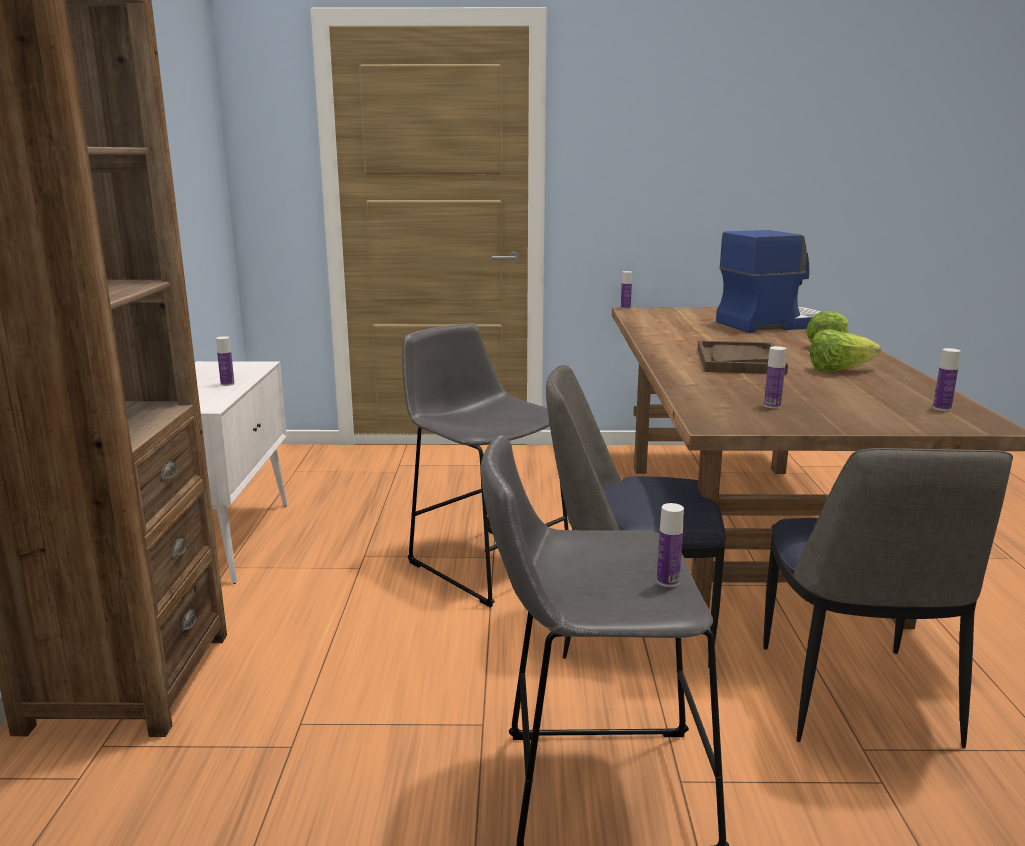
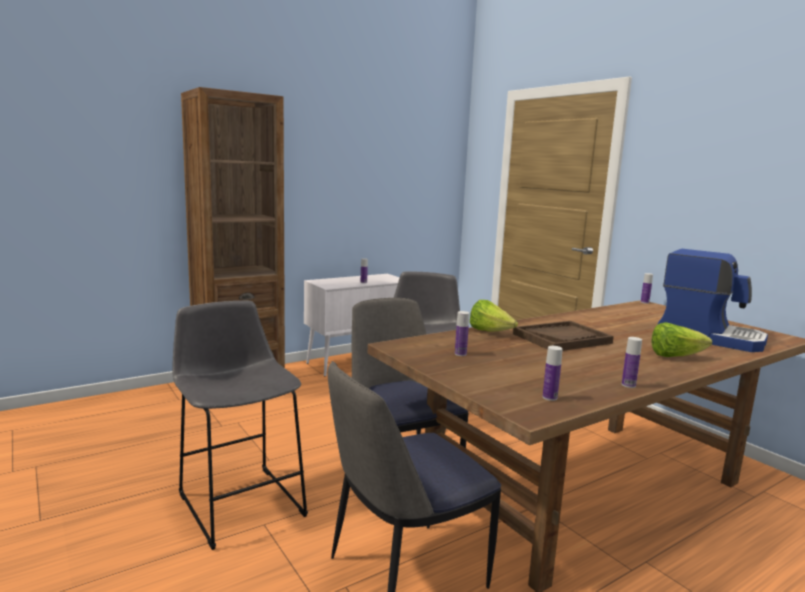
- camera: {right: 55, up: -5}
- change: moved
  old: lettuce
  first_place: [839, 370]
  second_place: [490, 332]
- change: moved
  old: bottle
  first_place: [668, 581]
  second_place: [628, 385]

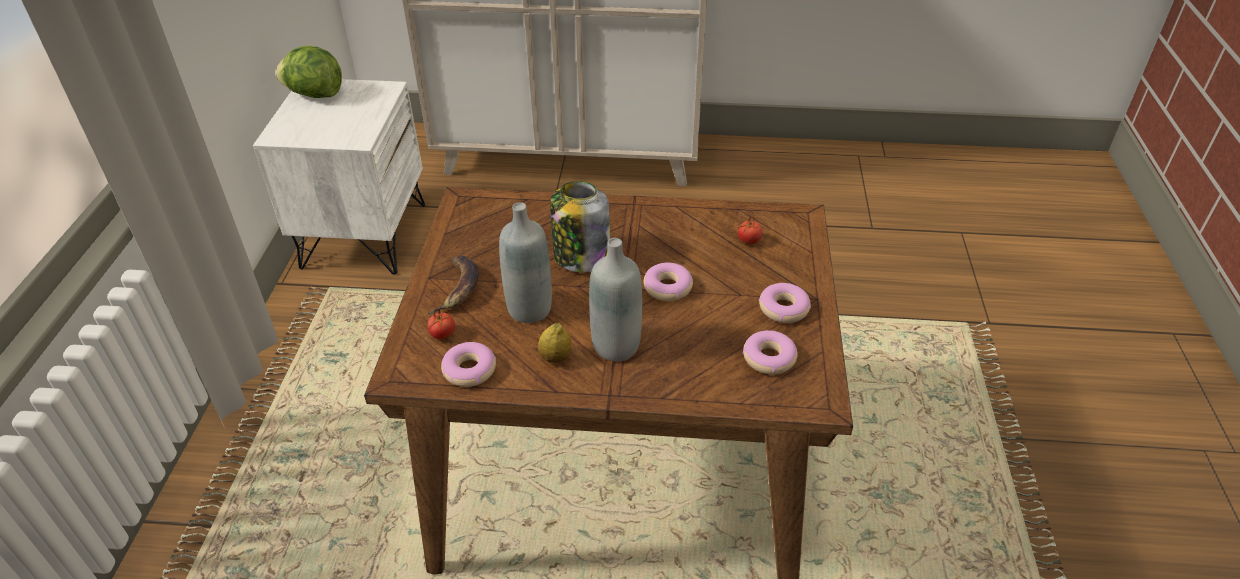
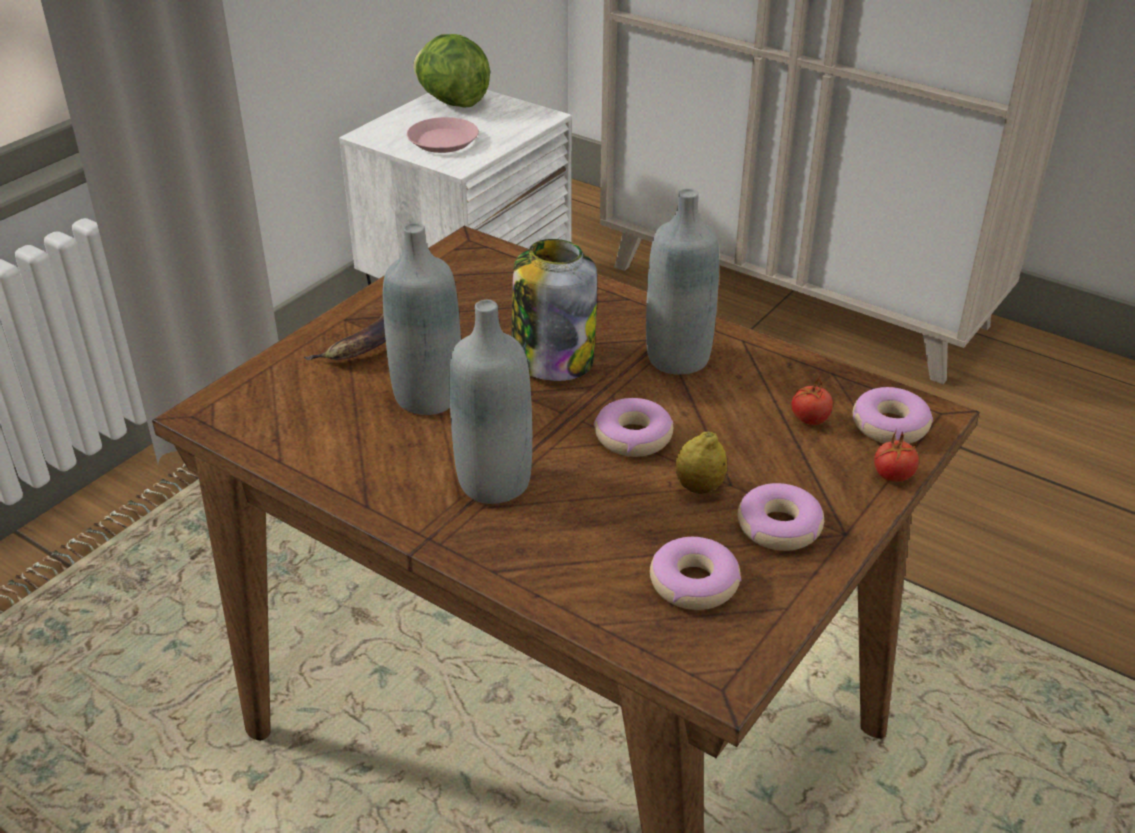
- camera: {right: 30, up: -5}
- change: added
  new: plate (pink)
  second_place: [443, 141]
- change: added
  new: bottle (grey)
  second_place: [678, 358]
- change: moved
  old: lemon
  first_place: [555, 358]
  second_place: [699, 487]
- change: moved
  old: donut
  first_place: [469, 370]
  second_place: [889, 426]
- change: moved
  old: tomato
  first_place: [442, 335]
  second_place: [892, 476]

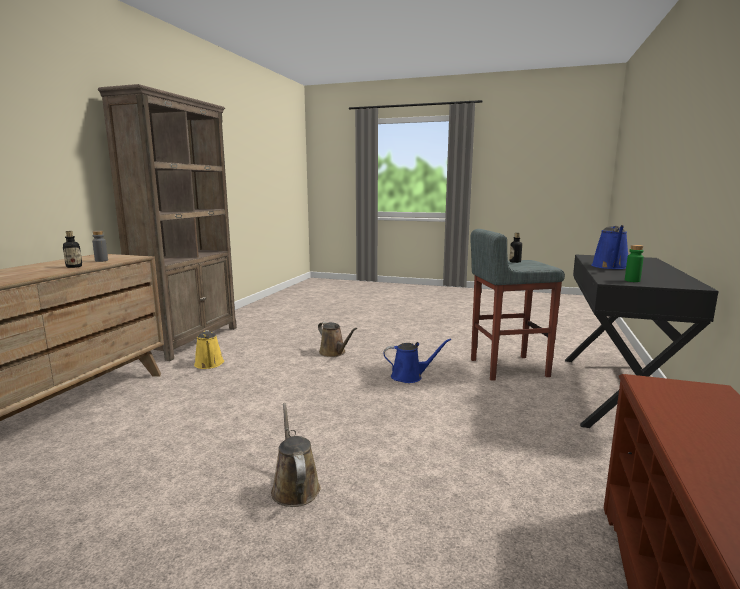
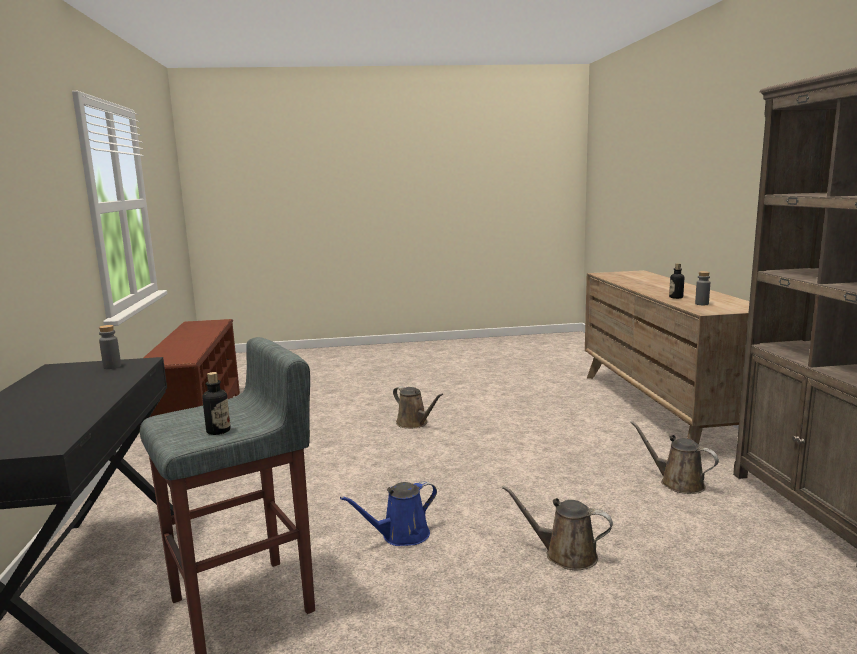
- camera: {right: 155, up: 0}
- change: recoloured
  old: bottle (green)
  new: bottle (grey)
  first_place: [632, 280]
  second_place: [112, 367]
- change: recoloured
  old: watering can (yellow)
  new: watering can (brown)
  first_place: [209, 364]
  second_place: [677, 483]
- change: removed
  old: watering can (blue)
  first_place: [610, 267]

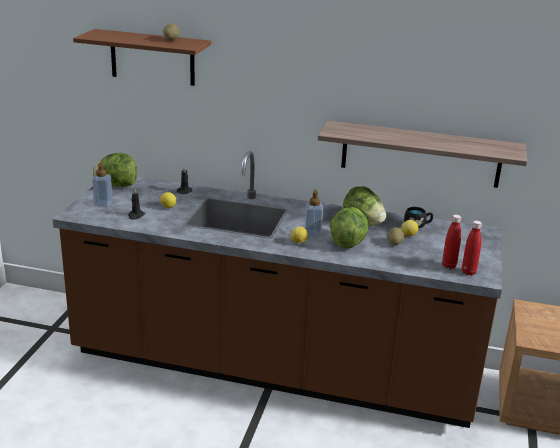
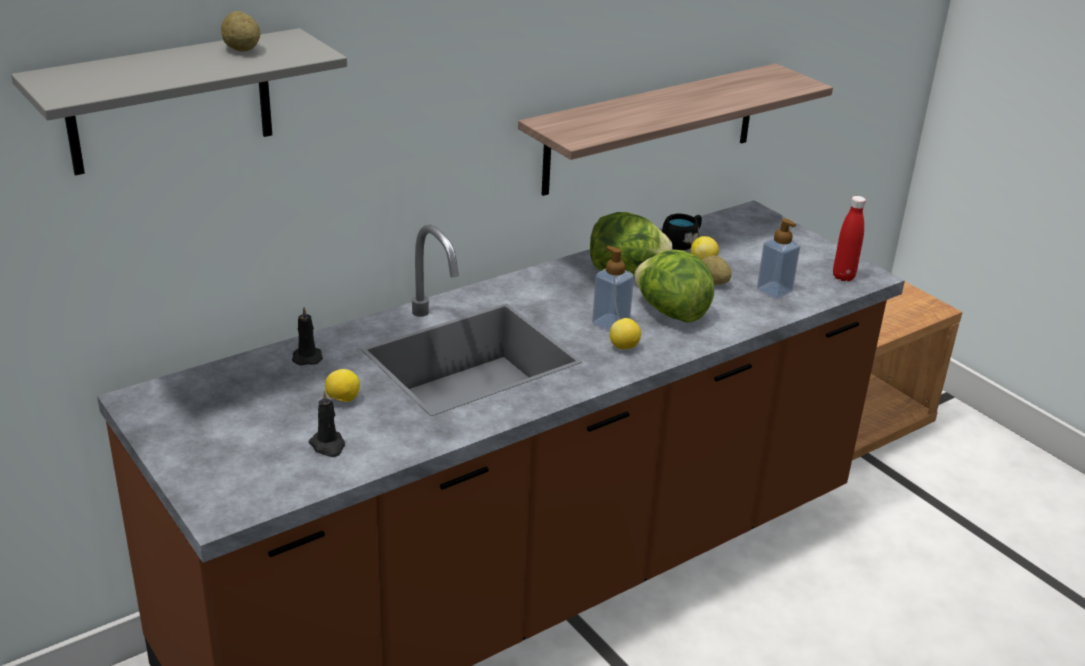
- camera: {right: -50, up: 5}
- change: recoloured
  old: shelf (brown)
  new: shelf (grey)
  first_place: [152, 57]
  second_place: [170, 102]
- change: moved
  old: soap dispenser
  first_place: [103, 204]
  second_place: [774, 291]
- change: removed
  old: lettuce
  first_place: [116, 185]
- change: removed
  old: bottle (red)
  first_place: [449, 266]

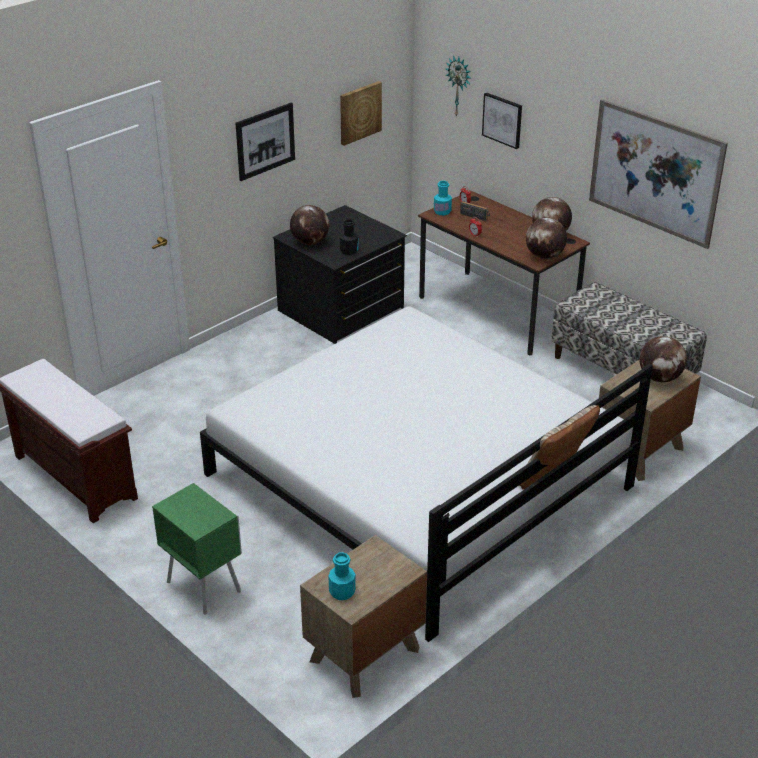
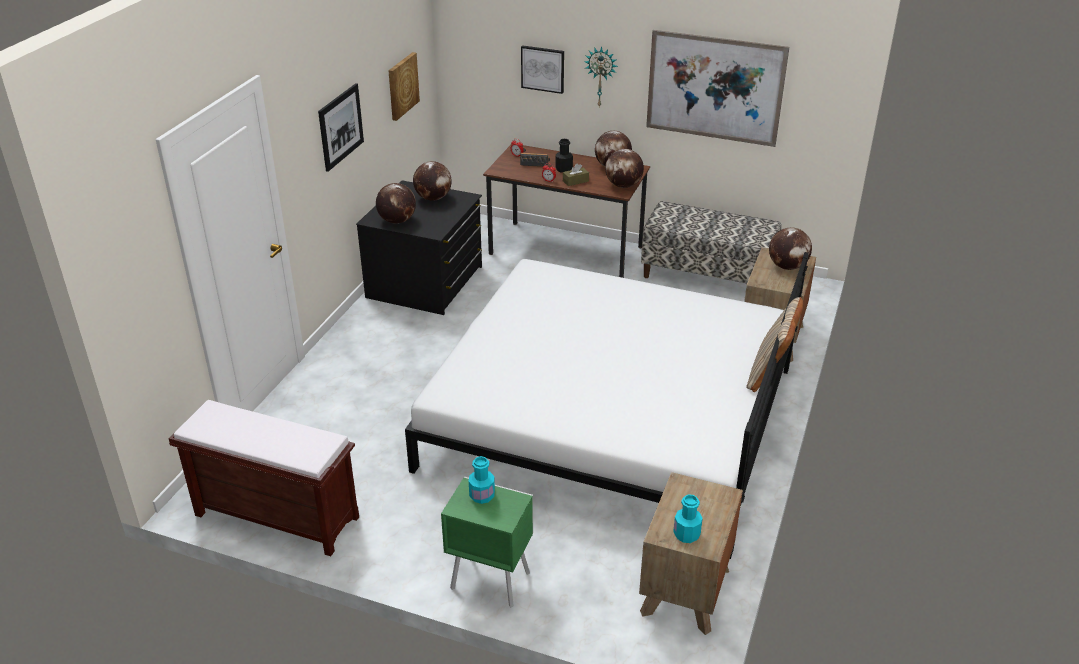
- camera: {right: -25, up: 0}
- change: added
  new: globe
  second_place: [433, 198]
- change: moved
  old: bottle (turquoise)
  first_place: [442, 211]
  second_place: [482, 495]
- change: moved
  old: bottle (black)
  first_place: [349, 251]
  second_place: [564, 169]
- change: added
  new: tissue box (brown)
  second_place: [575, 181]
- change: moved
  old: wall clock
  first_place: [459, 86]
  second_place: [601, 76]

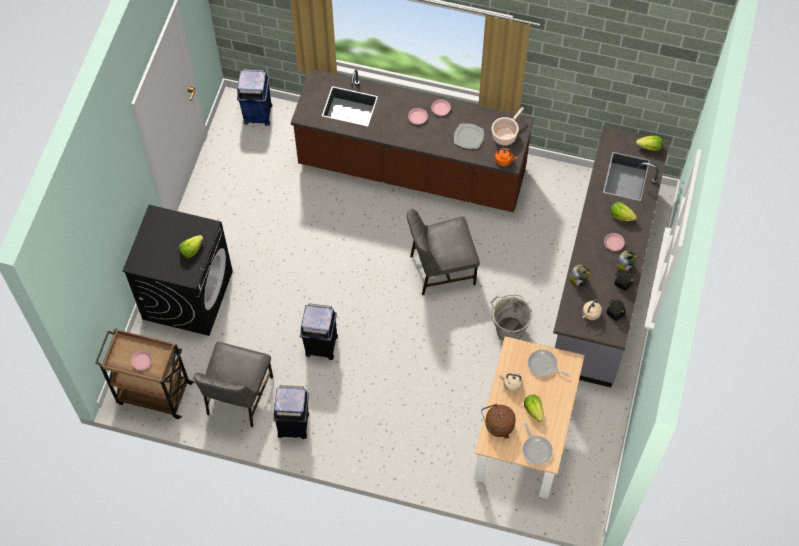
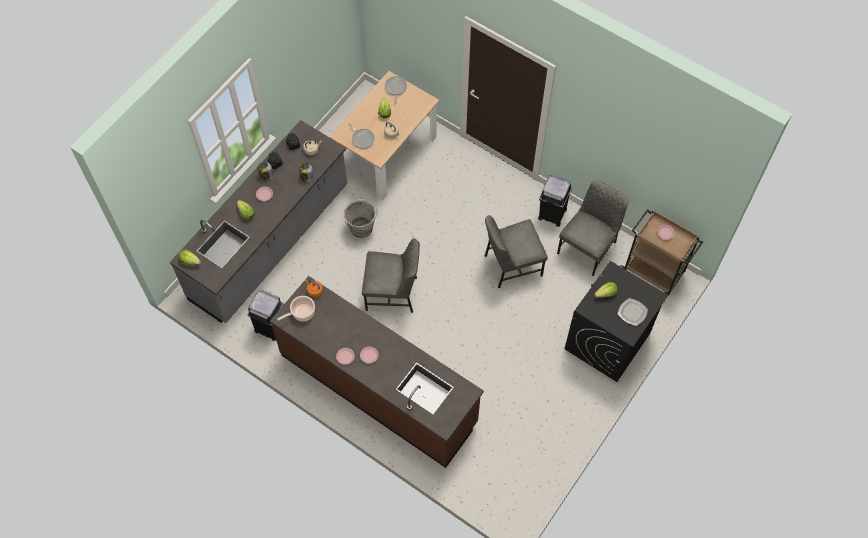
- camera: {right: -160, up: 0}
- change: moved
  old: trash can (blue)
  first_place: [257, 114]
  second_place: [271, 327]
- change: replaced
  old: trash can (black)
  new: chair (grey)
  first_place: [321, 345]
  second_place: [511, 265]
- change: moved
  old: plate
  first_place: [468, 136]
  second_place: [632, 313]
- change: removed
  old: kettle (brown)
  first_place: [497, 426]

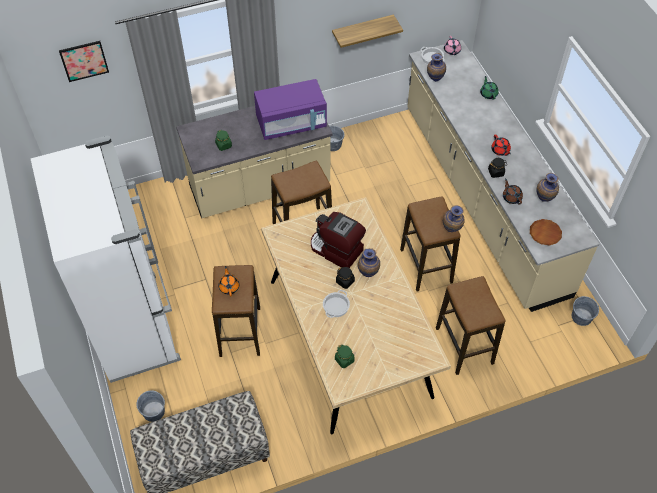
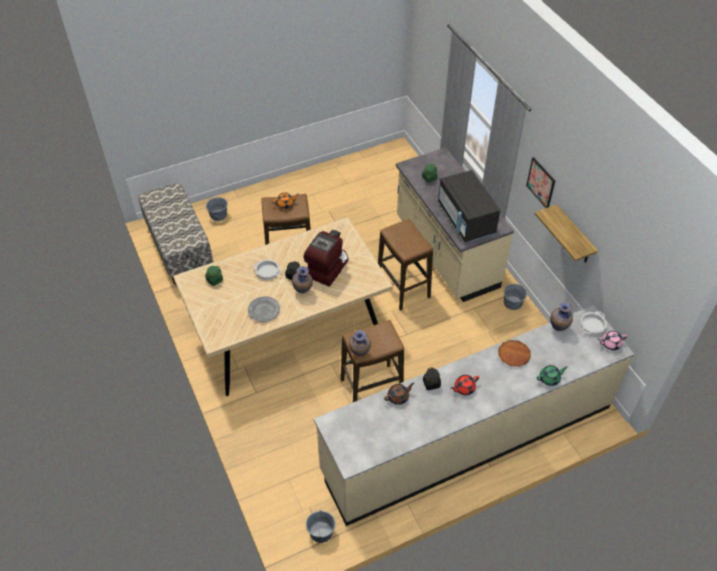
- camera: {right: 85, up: -5}
- change: added
  new: plate (grey)
  second_place: [264, 311]
- change: recoloured
  old: microwave (purple)
  new: microwave (black)
  first_place: [291, 123]
  second_place: [466, 220]
- change: moved
  old: plate (brown)
  first_place: [545, 233]
  second_place: [514, 354]
- change: moved
  old: picture
  first_place: [84, 61]
  second_place: [541, 183]
- change: removed
  old: fridge (white)
  first_place: [135, 325]
- change: removed
  old: stool
  first_place: [464, 346]
- change: removed
  old: vase
  first_place: [544, 199]

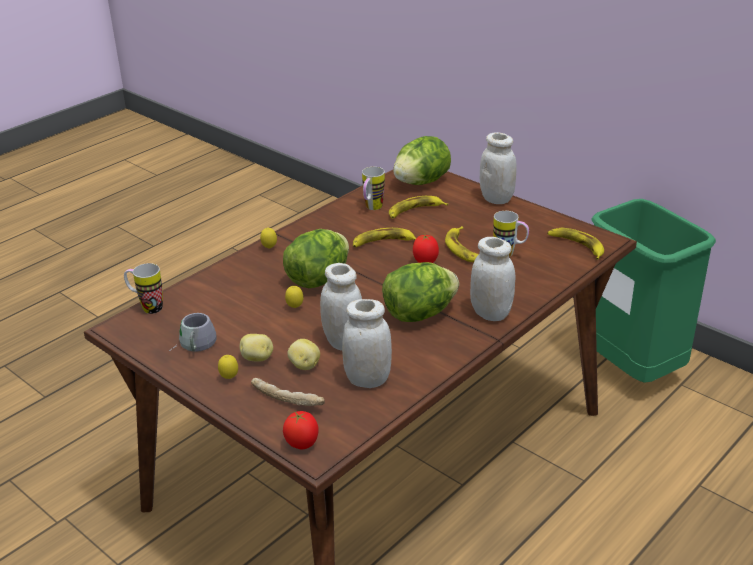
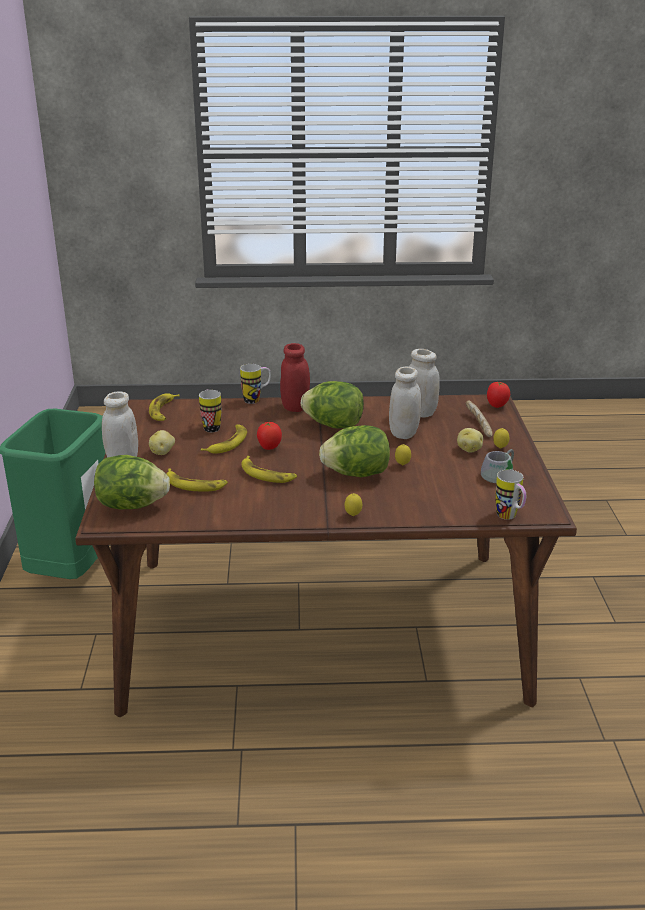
- camera: {right: -135, up: -5}
- change: moved
  old: potato
  first_place: [304, 366]
  second_place: [162, 452]
- change: moved
  old: mug
  first_place: [372, 209]
  second_place: [256, 400]
- change: recoloured
  old: jar (white)
  new: jar (red)
  first_place: [490, 313]
  second_place: [295, 407]

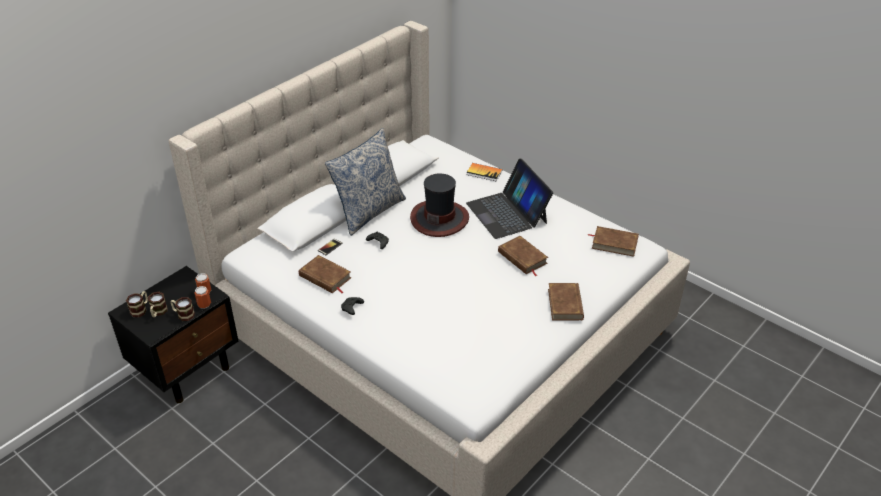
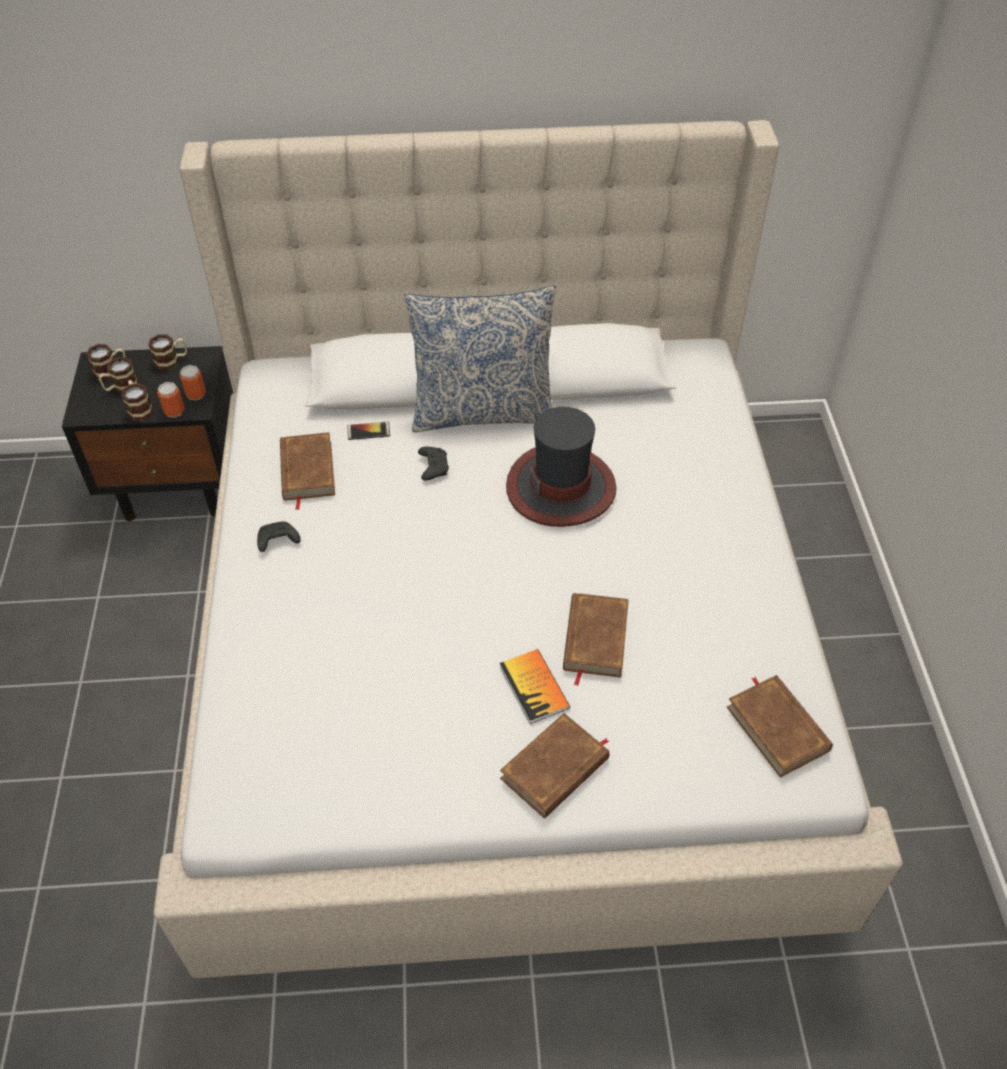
- camera: {right: 45, up: 10}
- change: added
  new: mug
  second_place: [172, 361]
- change: moved
  old: book
  first_place: [484, 173]
  second_place: [534, 687]
- change: removed
  old: laptop
  first_place: [507, 213]

